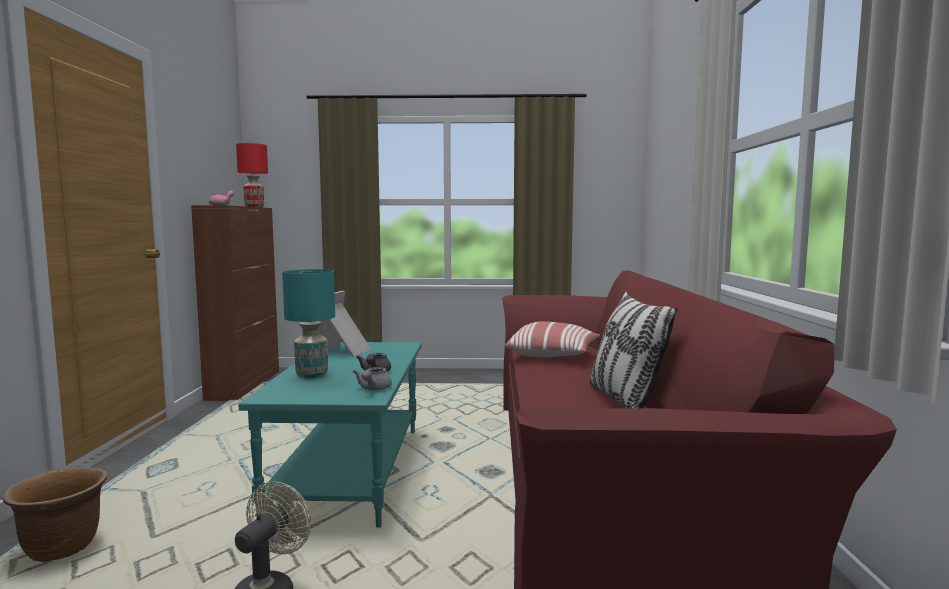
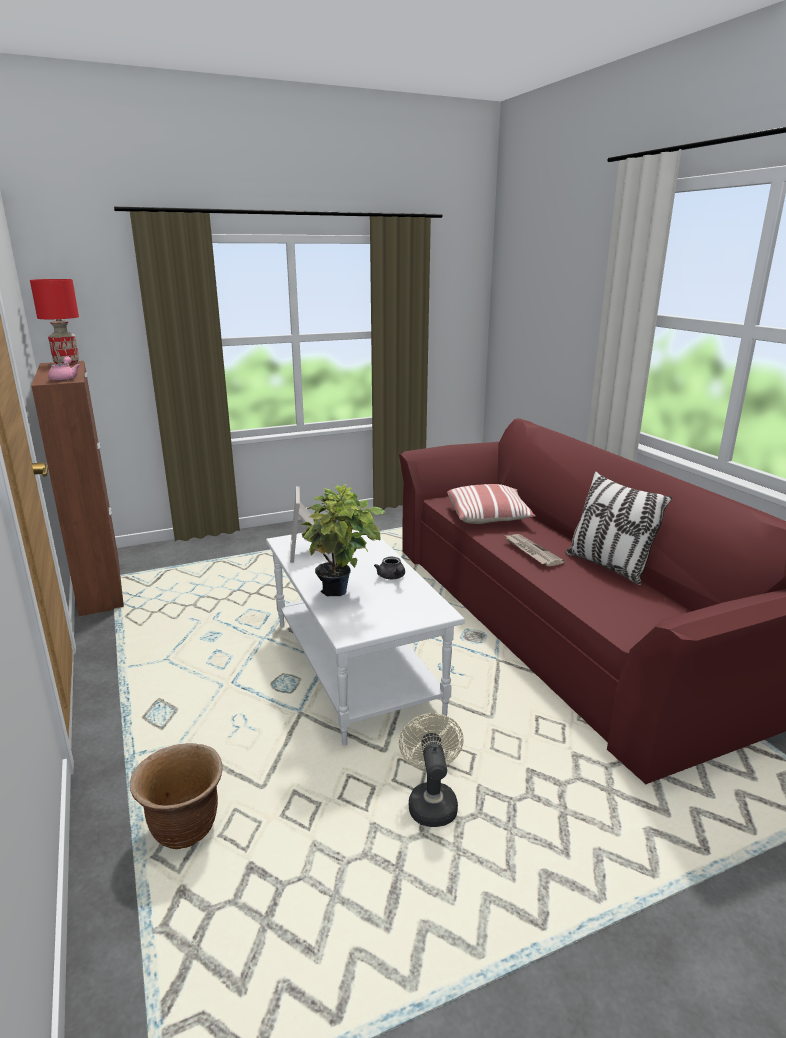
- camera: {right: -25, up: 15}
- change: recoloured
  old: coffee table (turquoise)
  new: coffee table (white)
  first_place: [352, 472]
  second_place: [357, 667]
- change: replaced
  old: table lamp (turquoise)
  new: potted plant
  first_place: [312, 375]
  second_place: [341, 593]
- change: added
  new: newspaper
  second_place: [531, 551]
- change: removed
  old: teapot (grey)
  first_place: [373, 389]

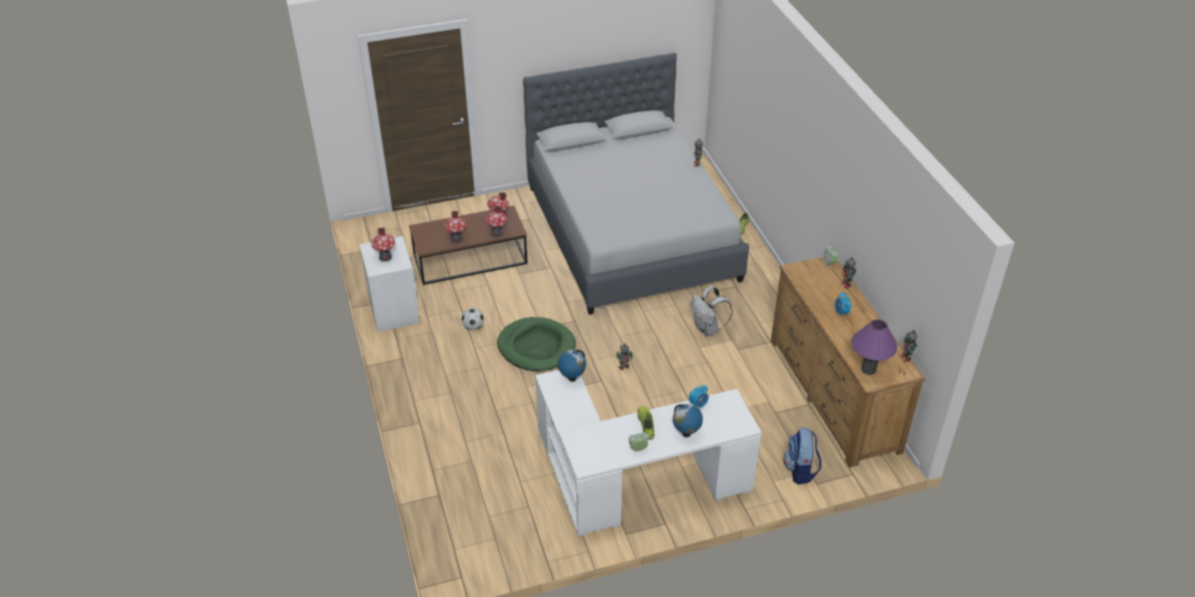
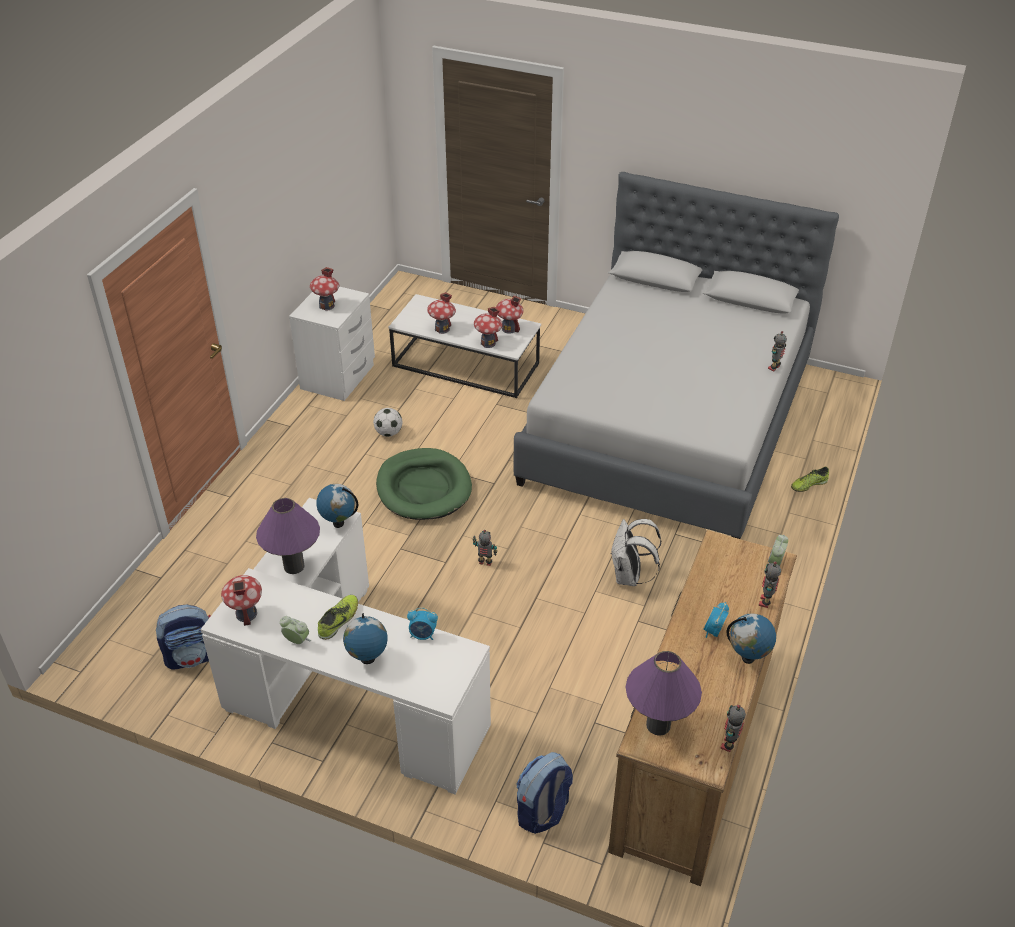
- camera: {right: 40, up: 0}
- change: added
  new: backpack
  second_place: [192, 657]
- change: added
  new: toy house
  second_place: [246, 614]
- change: added
  new: table lamp (purple)
  second_place: [294, 566]
- change: recoloured
  old: coffee table (brown)
  new: coffee table (white)
  first_place: [470, 260]
  second_place: [466, 365]
- change: added
  new: globe
  second_place: [748, 658]

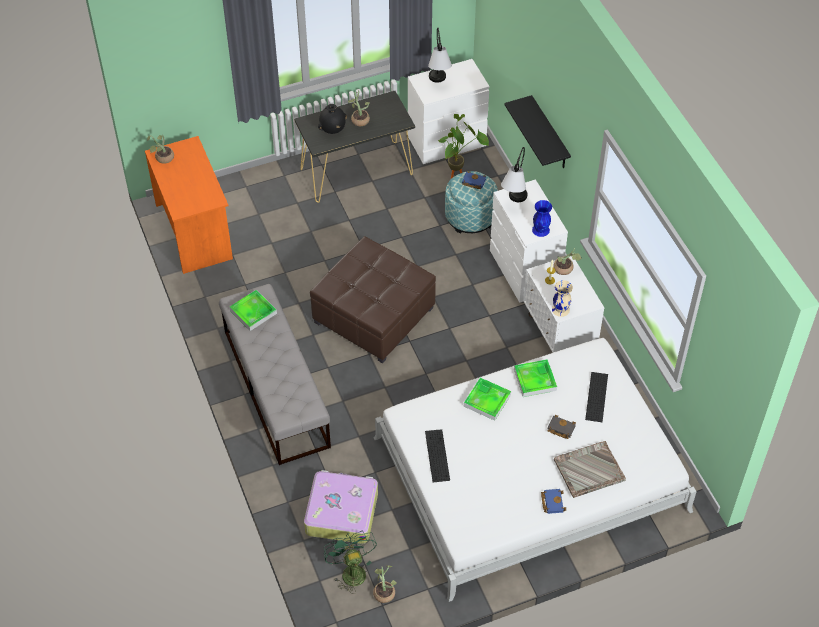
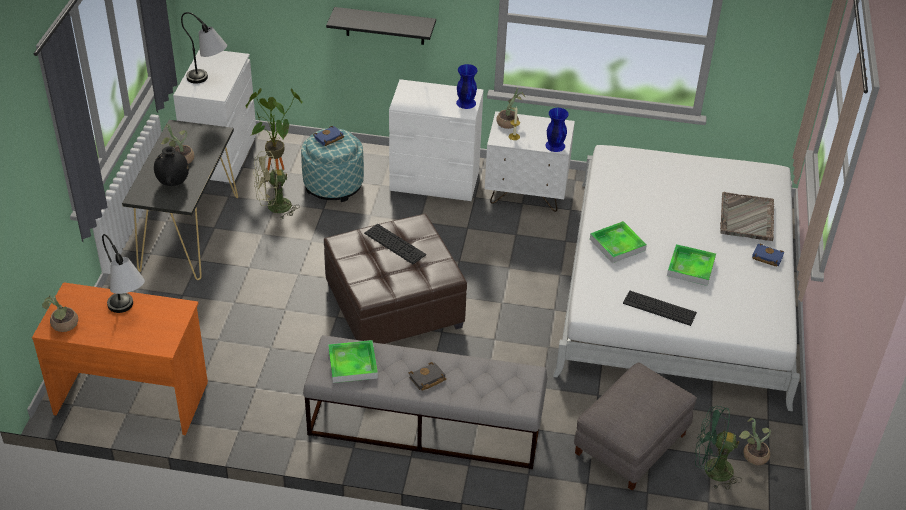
- camera: {right: -60, up: -10}
- change: moved
  old: table lamp
  first_place: [513, 204]
  second_place: [128, 314]
- change: added
  new: fan (green)
  second_place: [274, 208]
- change: moved
  old: keyboard
  first_place: [596, 397]
  second_place: [394, 244]
- change: moved
  old: book (black)
  first_place: [560, 428]
  second_place: [427, 379]
- change: recoloured
  old: vase (beige)
  new: vase (blue)
  first_place: [560, 309]
  second_place: [554, 145]
- change: replaced
  old: suitcase
  new: ottoman (grey)
  first_place: [341, 512]
  second_place: [631, 444]
- change: moved
  old: tray
  first_place: [535, 380]
  second_place: [690, 267]

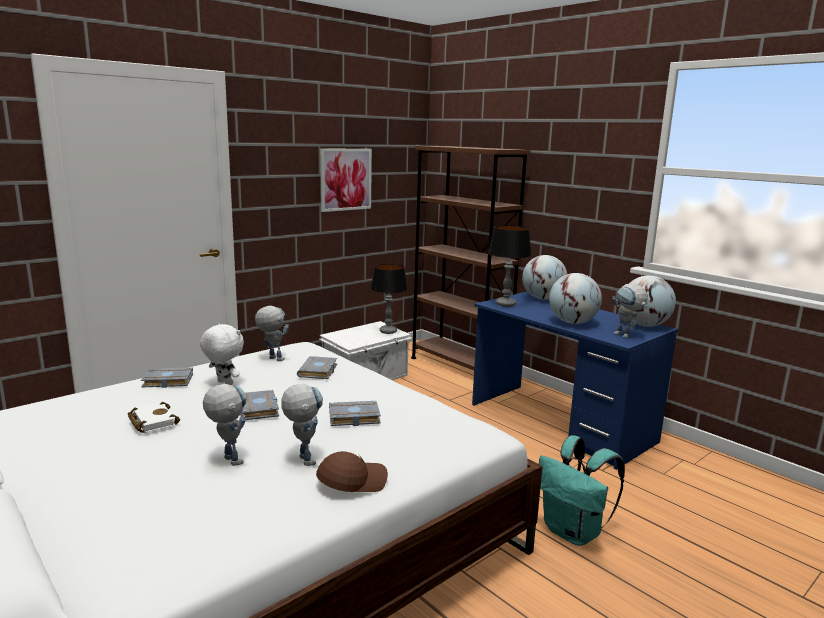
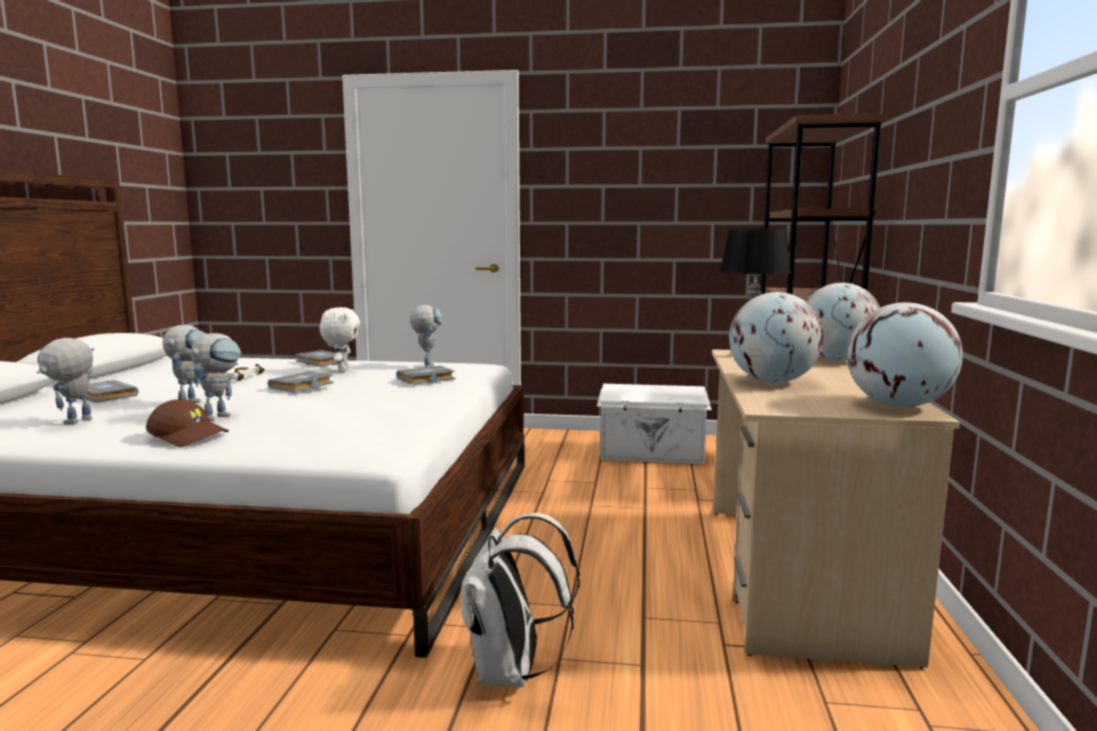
- camera: {right: 50, up: -5}
- change: moved
  old: toy robot
  first_place: [626, 336]
  second_place: [73, 423]
- change: moved
  old: book (grey)
  first_place: [353, 418]
  second_place: [104, 396]
- change: recoloured
  old: backpack (turquoise)
  new: backpack (white)
  first_place: [574, 532]
  second_place: [512, 672]
- change: recoloured
  old: desk (blue)
  new: desk (beige)
  first_place: [560, 423]
  second_place: [796, 575]
- change: removed
  old: picture
  first_place: [345, 179]
- change: removed
  old: table lamp
  first_place: [388, 331]

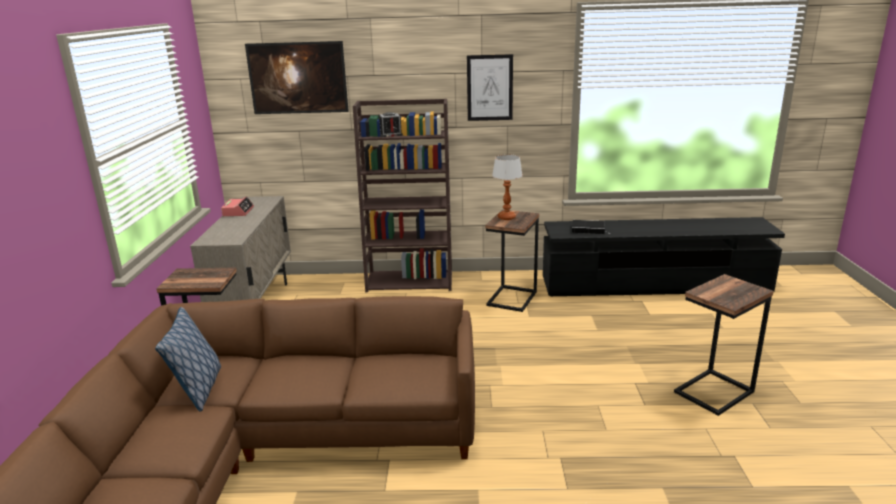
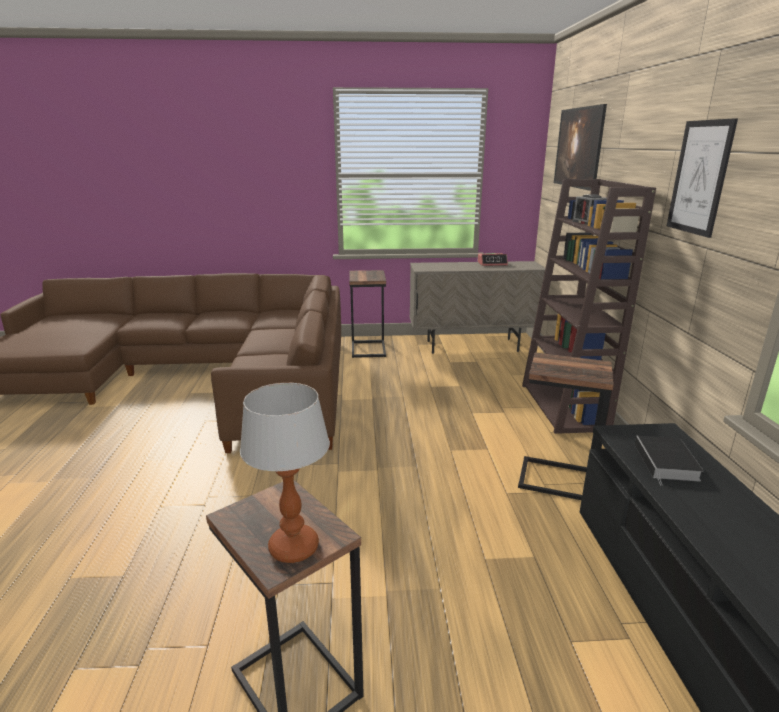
- camera: {right: 85, up: 0}
- change: moved
  old: table lamp
  first_place: [506, 217]
  second_place: [293, 547]
- change: removed
  old: pillow
  first_place: [199, 390]

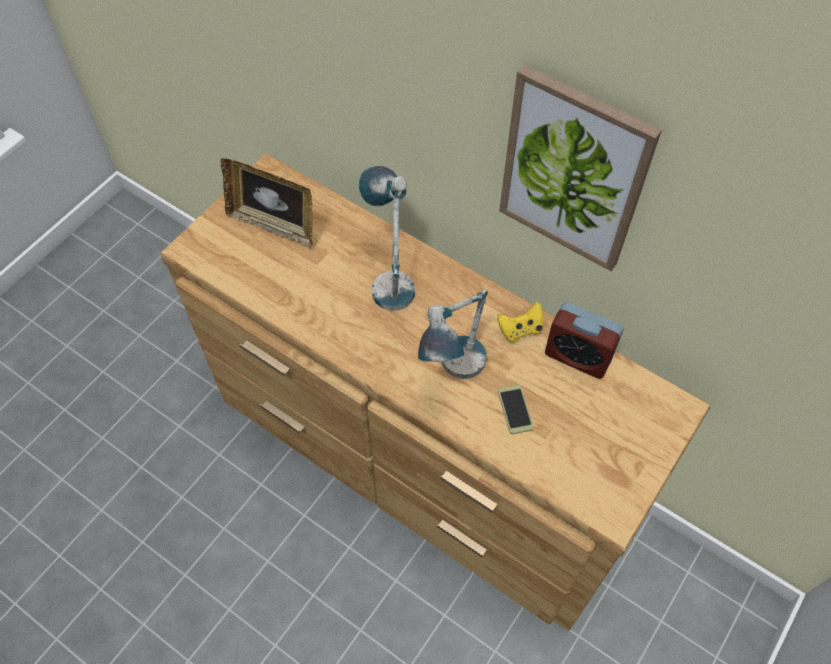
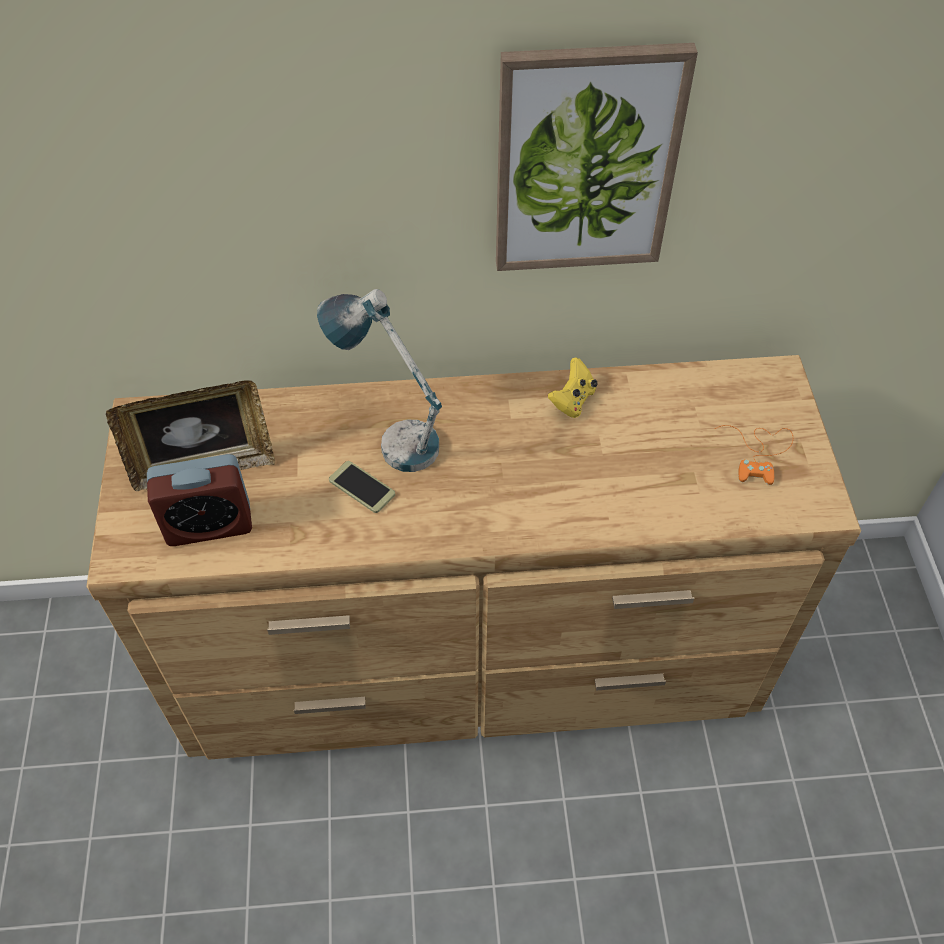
- camera: {right: -40, up: -5}
- change: moved
  old: alarm clock
  first_place: [577, 356]
  second_place: [209, 524]
- change: moved
  old: phone
  first_place: [515, 409]
  second_place: [362, 487]
- change: added
  new: game controller (orange)
  second_place: [759, 452]
- change: removed
  old: table lamp
  first_place: [454, 375]

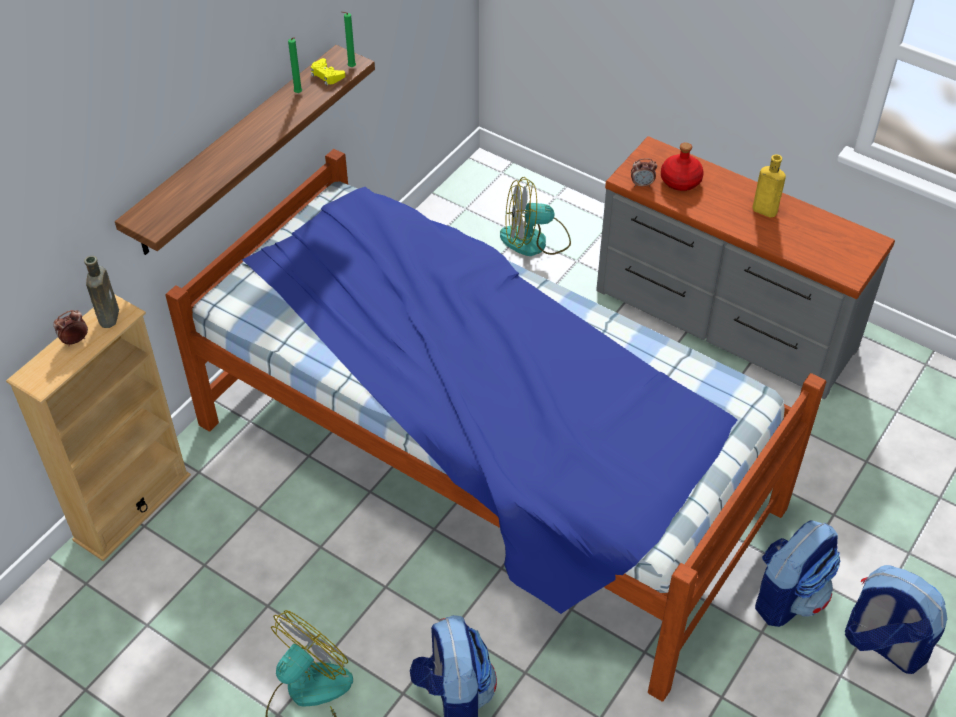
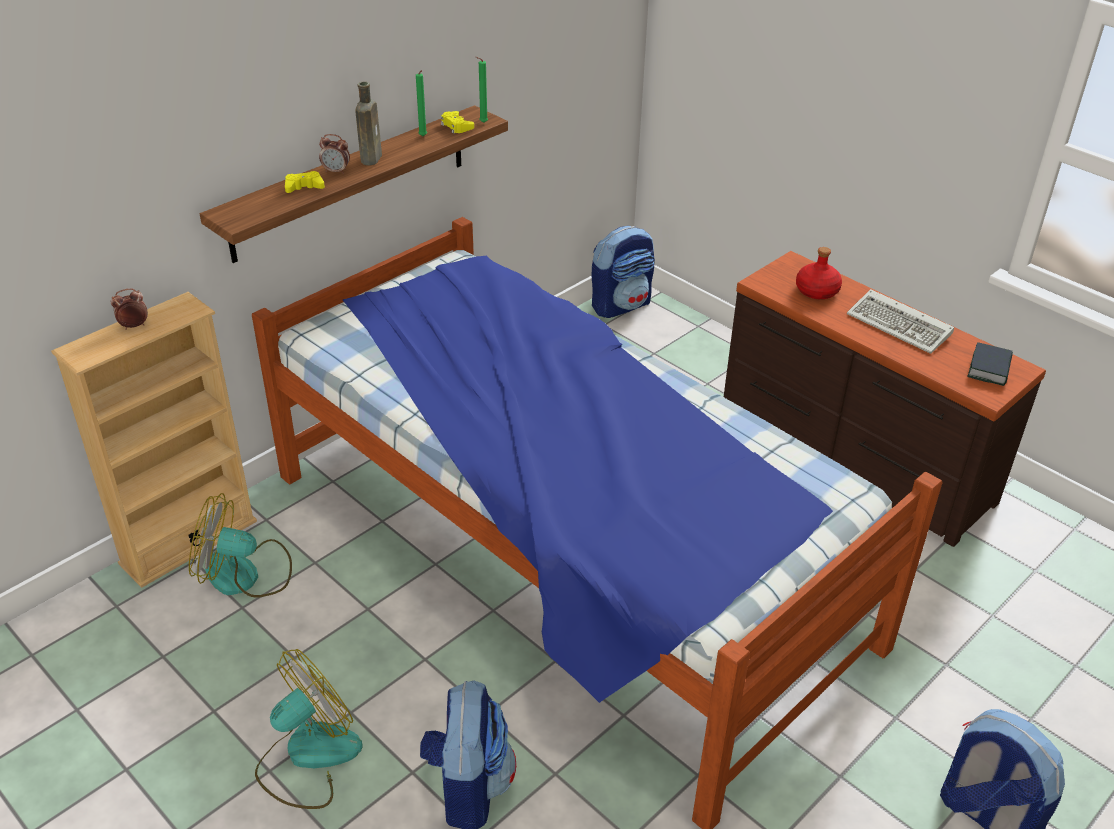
- camera: {right: 10, up: -10}
- change: moved
  old: fan
  first_place: [535, 240]
  second_place: [245, 575]
- change: added
  new: game controller (yellow)
  second_place: [304, 187]
- change: moved
  old: alarm clock
  first_place: [642, 184]
  second_place: [336, 171]
- change: moved
  old: bottle (brown)
  first_place: [109, 315]
  second_place: [371, 158]
- change: moved
  old: backpack
  first_place: [788, 596]
  second_place: [621, 305]
- change: recoloured
  old: dresser (grey)
  new: dresser (brown)
  first_place: [723, 321]
  second_place: [852, 457]
- change: replaced
  old: bottle (yellow)
  new: keyboard
  first_place: [762, 210]
  second_place: [901, 326]
- change: added
  new: book
  second_place: [989, 369]

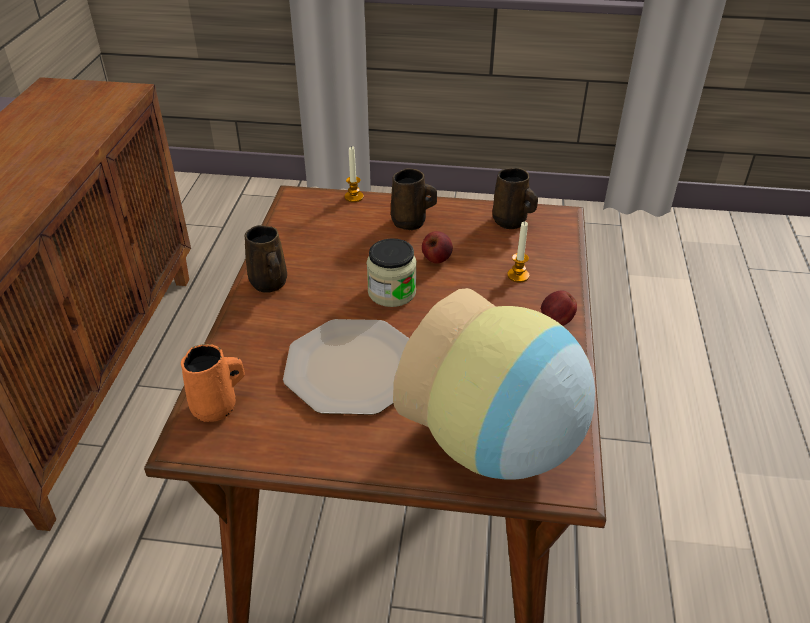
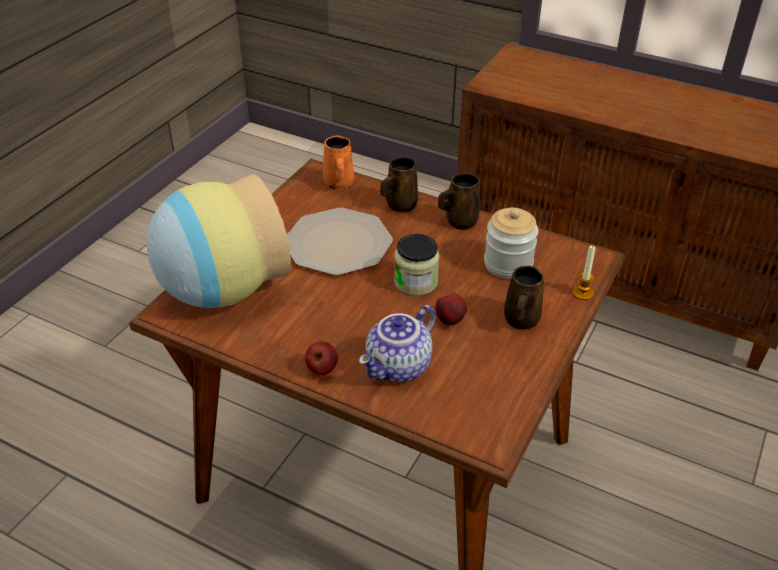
- camera: {right: 110, up: 0}
- change: replaced
  old: candle
  new: teapot
  first_place: [518, 275]
  second_place: [399, 368]
- change: moved
  old: mug (brown)
  first_place: [511, 222]
  second_place: [400, 205]
- change: added
  new: jar
  second_place: [508, 264]

